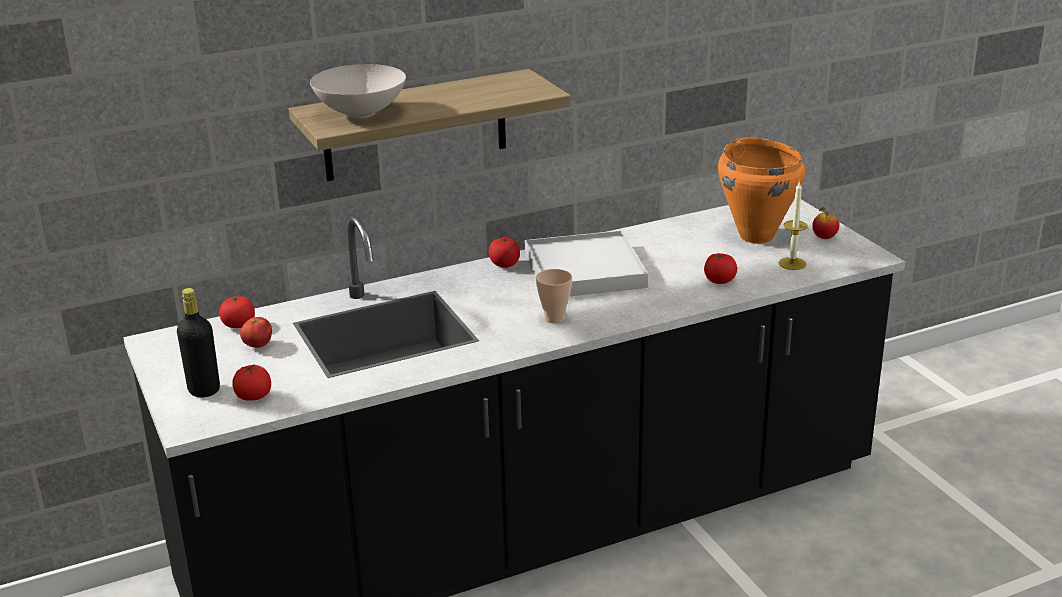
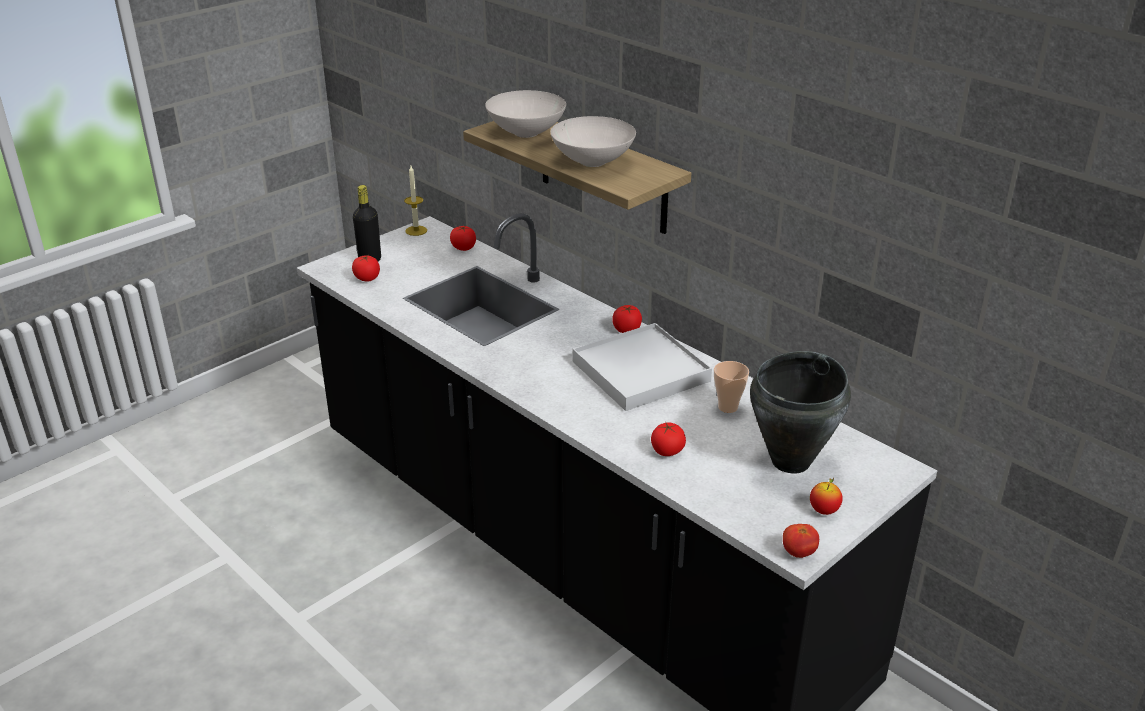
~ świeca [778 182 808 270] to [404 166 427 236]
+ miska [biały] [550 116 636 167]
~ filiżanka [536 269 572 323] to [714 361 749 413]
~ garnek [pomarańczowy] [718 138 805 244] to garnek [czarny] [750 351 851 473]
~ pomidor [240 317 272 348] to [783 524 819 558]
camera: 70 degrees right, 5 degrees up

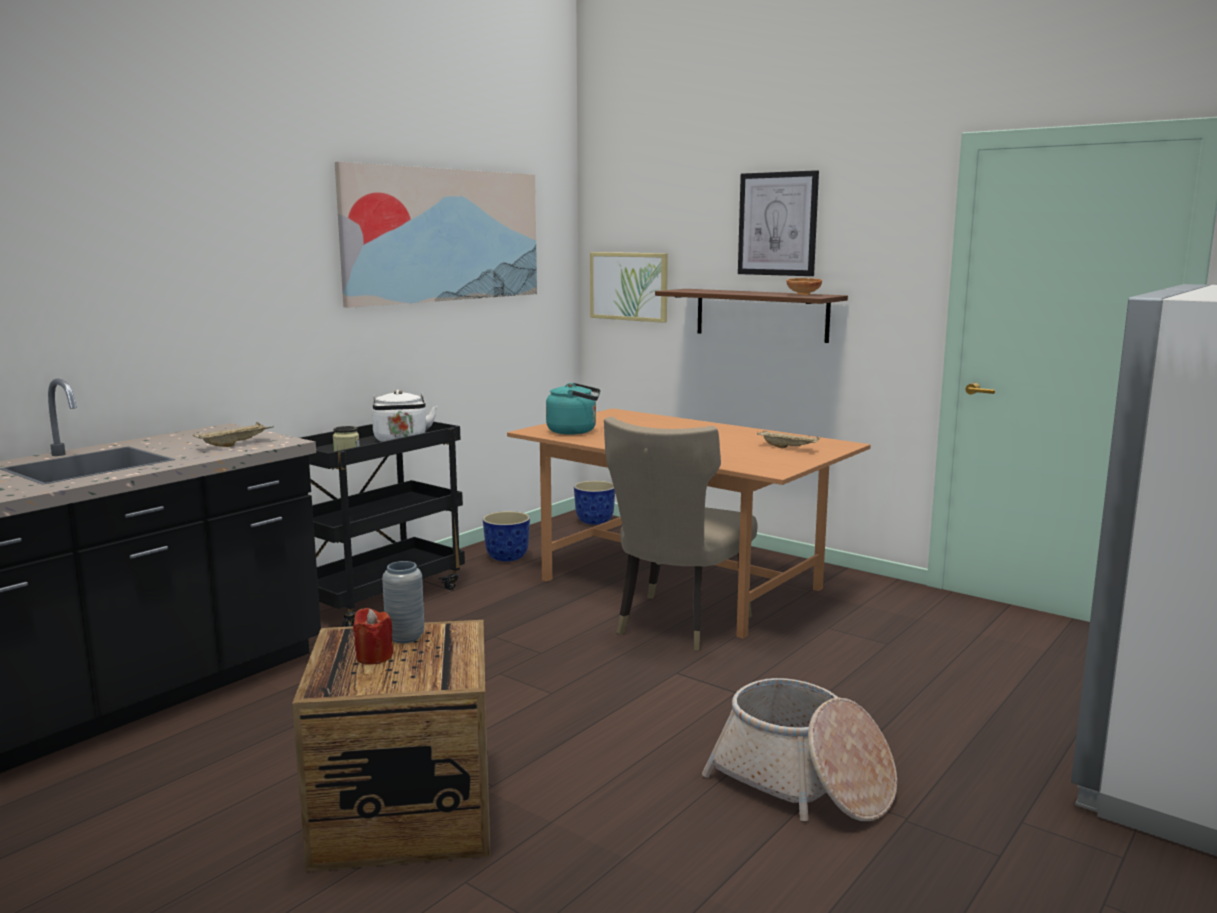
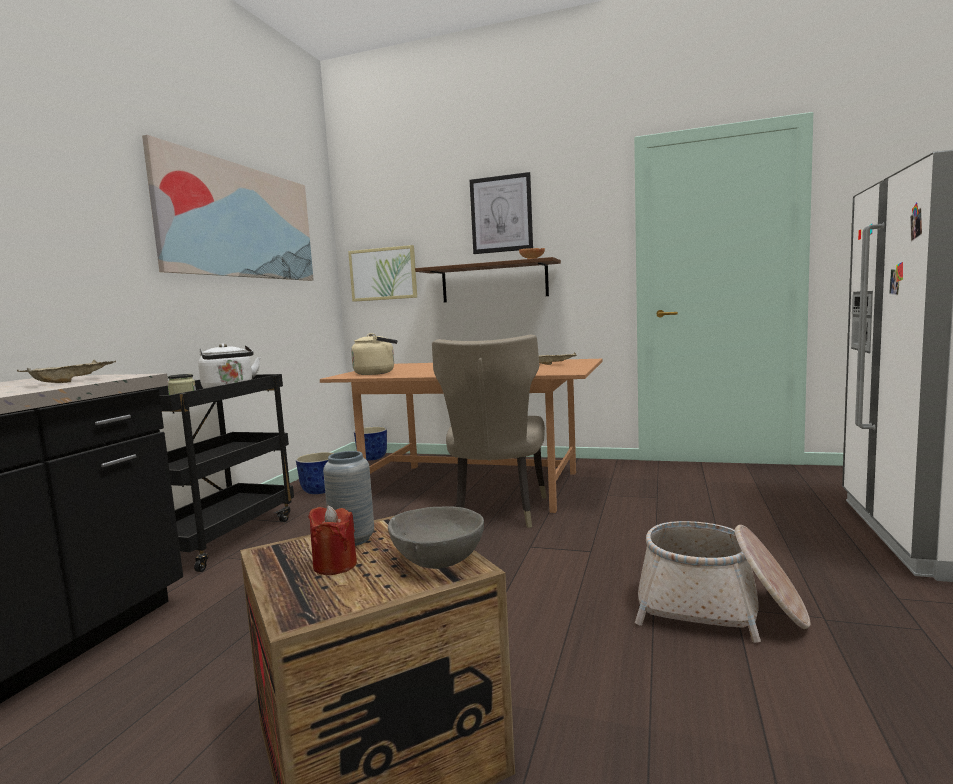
~ czajnik [turkusowy] [546 383 601 434] to czajnik [beżowy] [351 333 397 375]
+ miska [szary] [388 506 484 569]
camera: 20 degrees left, 5 degrees down

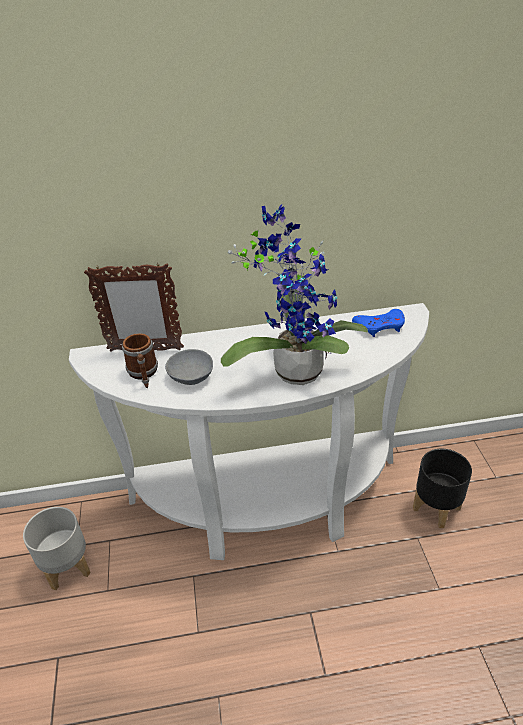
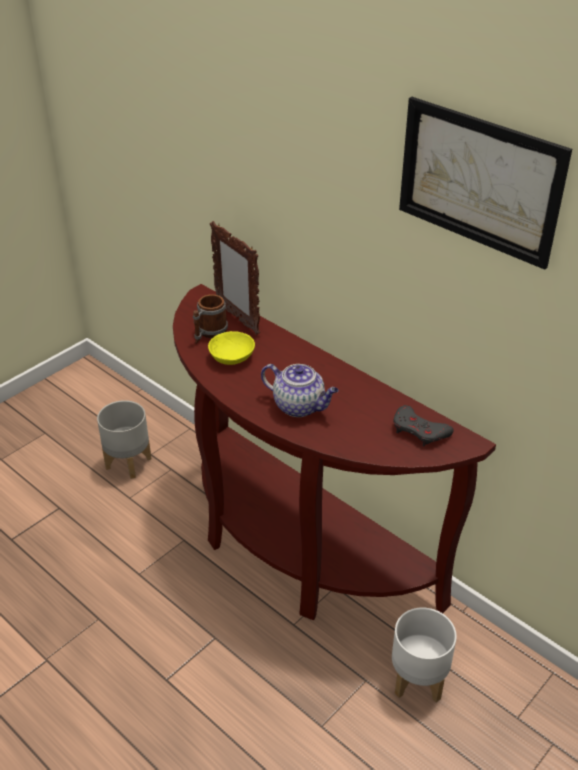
~ stolik konsolowy [biały] [69 303 429 560] to stolik konsolowy [brązowy] [173 284 496 620]
~ miska [szary] [165 349 213 385] to miska [żółty] [208 331 255 365]
~ roślina doniczkowa [221 204 368 385] to imbryk [261 364 339 417]
~ donica [czarny] [413 449 472 528] to donica [biały] [392 607 457 702]
~ pad do gier [niebieski] [352 309 405 337] to pad do gier [szary] [393 405 454 446]
+ obraz [399 97 572 270]
camera: 50 degrees right, 0 degrees up

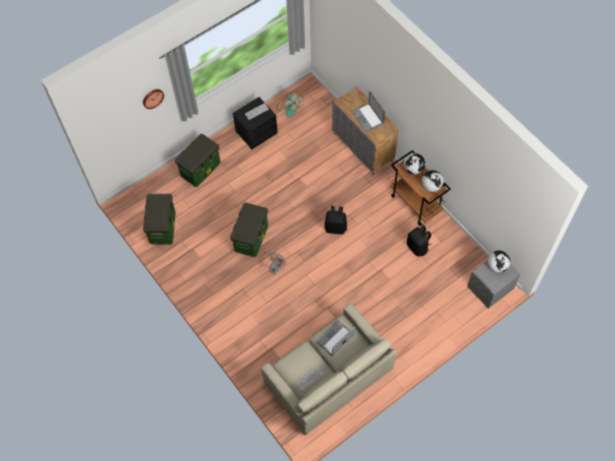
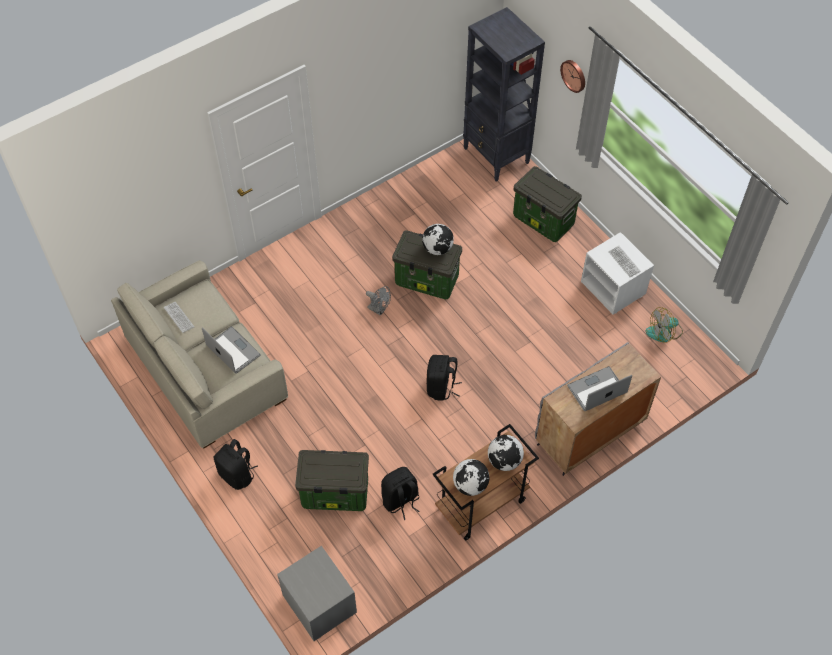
+ plecak [czarny] [214 439 258 490]
~ pojemnik do przechowywania [143 194 175 244] to [295 450 369 511]
~ globus [488 250 510 273] to [422 224 454 255]
+ regał [czarny] [463 7 545 182]
~ szafka nocna [czarny] [233 97 278 149] to szafka nocna [biały] [581 232 654 315]
camera: 90 degrees right, 5 degrees down

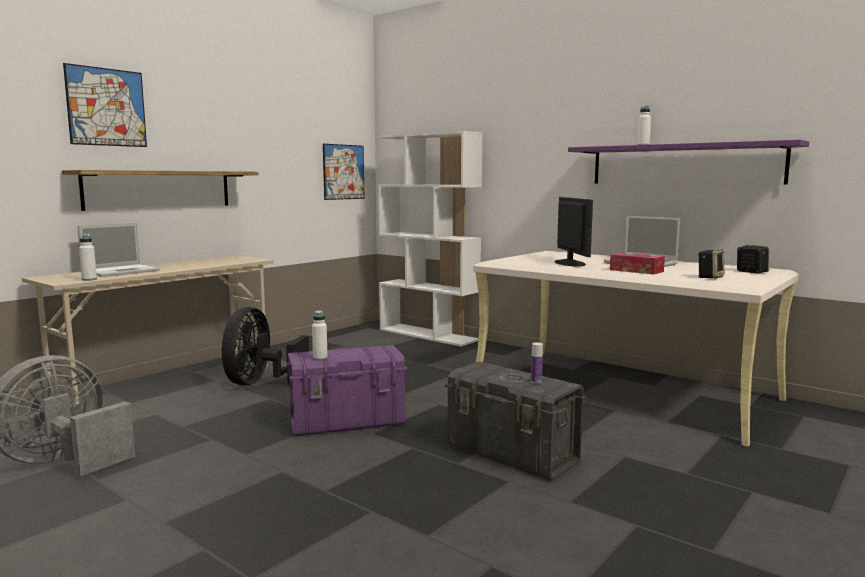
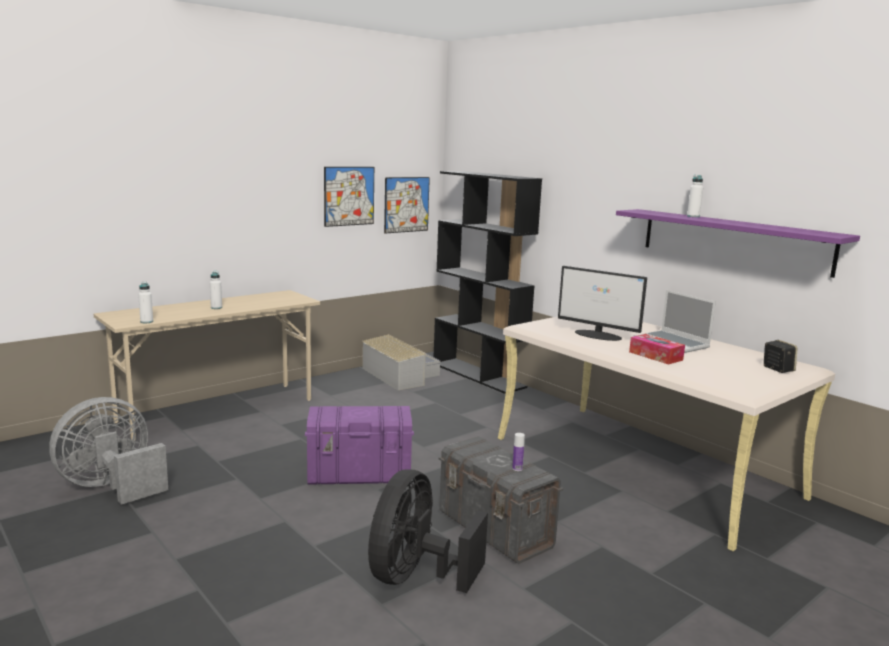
~ butelka [biały] [312 310 328 361] to [210 271 222 309]
~ obraz [63 63 147 147] to [324 167 374 227]
+ pojemnik do przechowywania [szary] [362 334 440 390]
~ wentylator [czarny] [222 307 309 386] to [368 469 488 593]
~ regał [biały] [377 131 483 347] to regał [czarny] [434 171 542 394]
~ monitor [555 197 593 266] = [558 266 647 341] 120 degrees clockwise
- półka [62 170 258 211]
- laptop [78 223 160 277]
- głośnik [698 249 724 279]
camera: 10 degrees right, 5 degrees up

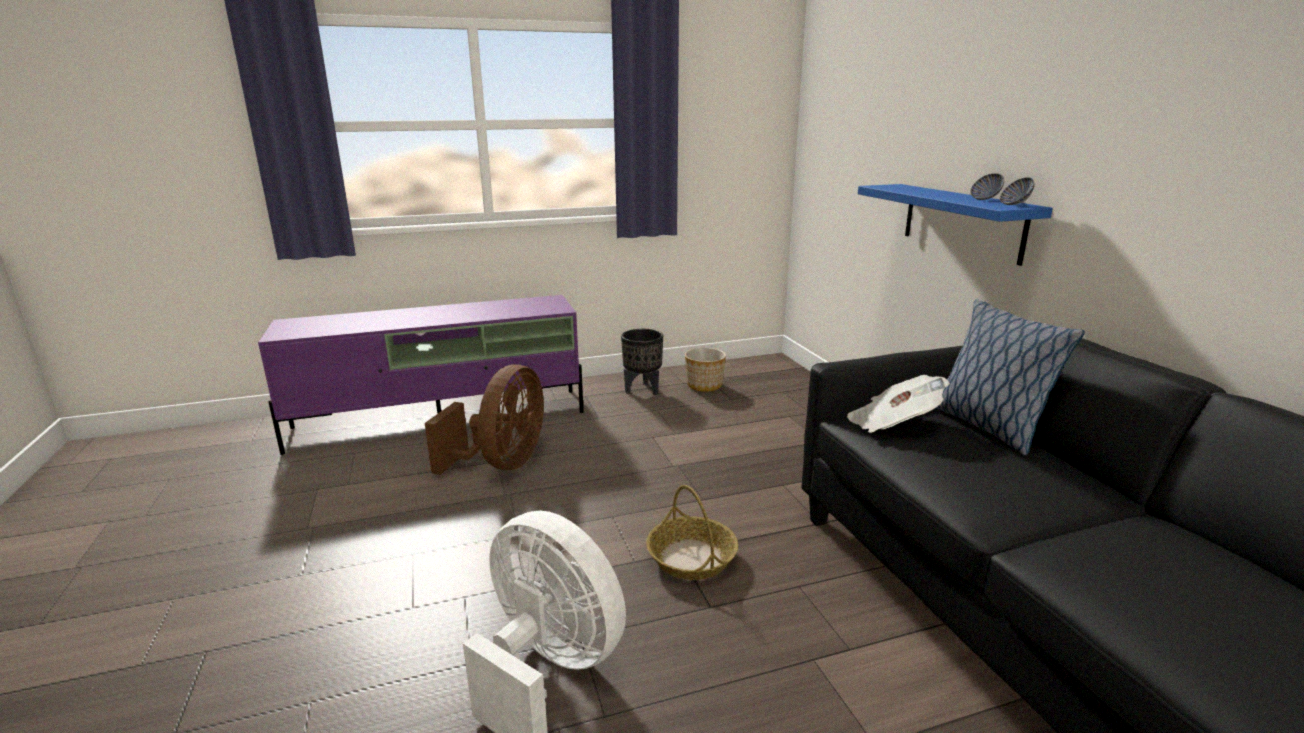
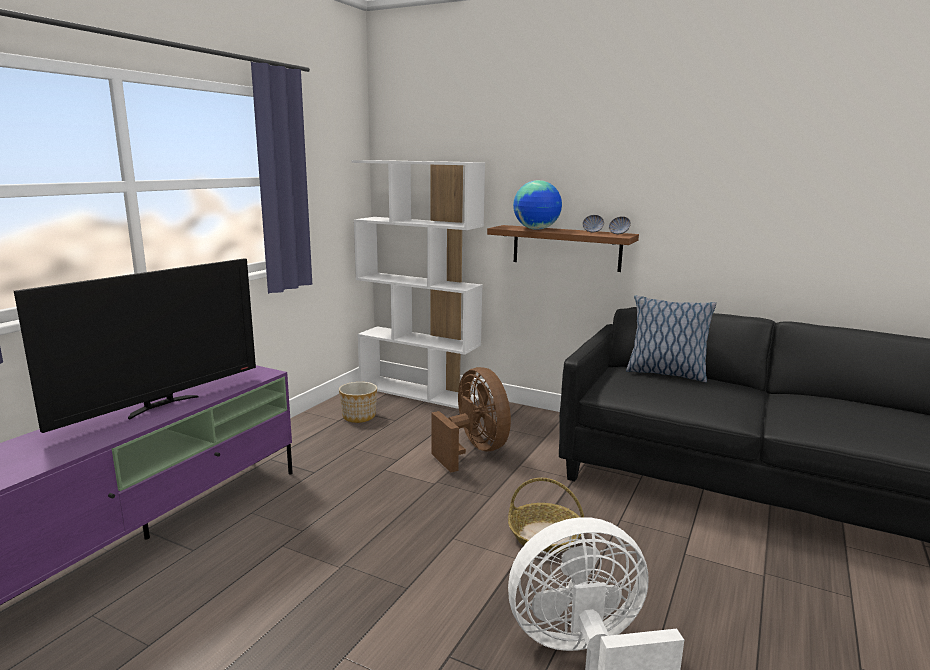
+ telewizor [14 259 256 433]
+ regał [biały] [352 160 485 409]
~ wentylator [brązowy] [425 364 544 475] to [431 367 511 473]
~ półka [niebieski] [858 184 1053 266] to półka [brązowy] [487 225 639 272]
+ globus [513 180 562 230]
- donica [czarny] [621 329 663 395]
- gazeta [847 375 950 433]
camera: 45 degrees left, 5 degrees down

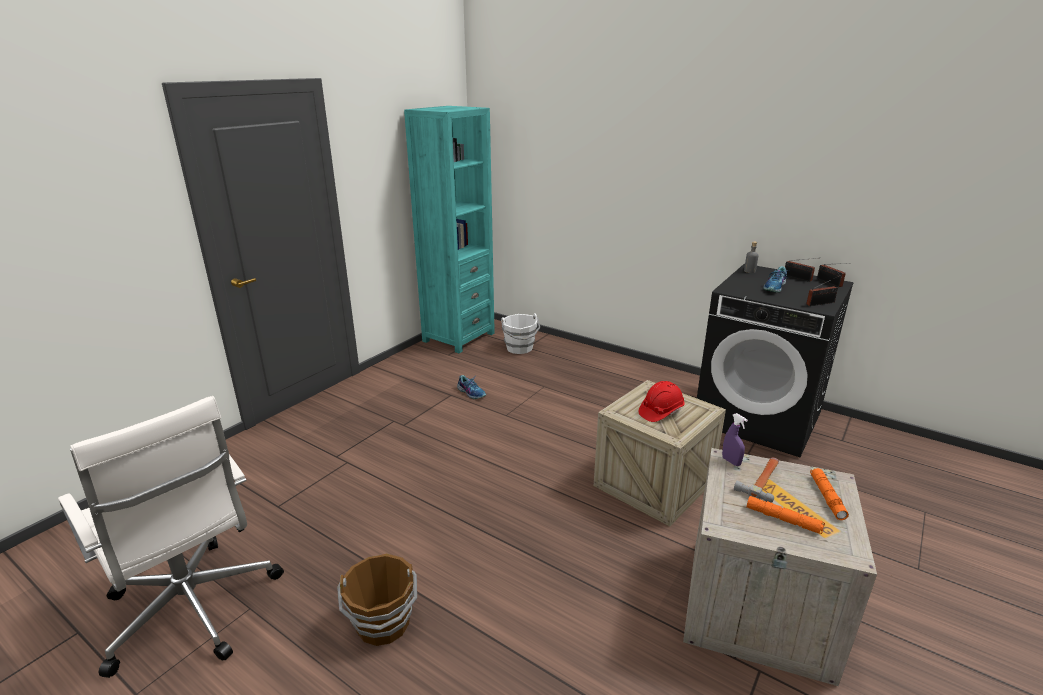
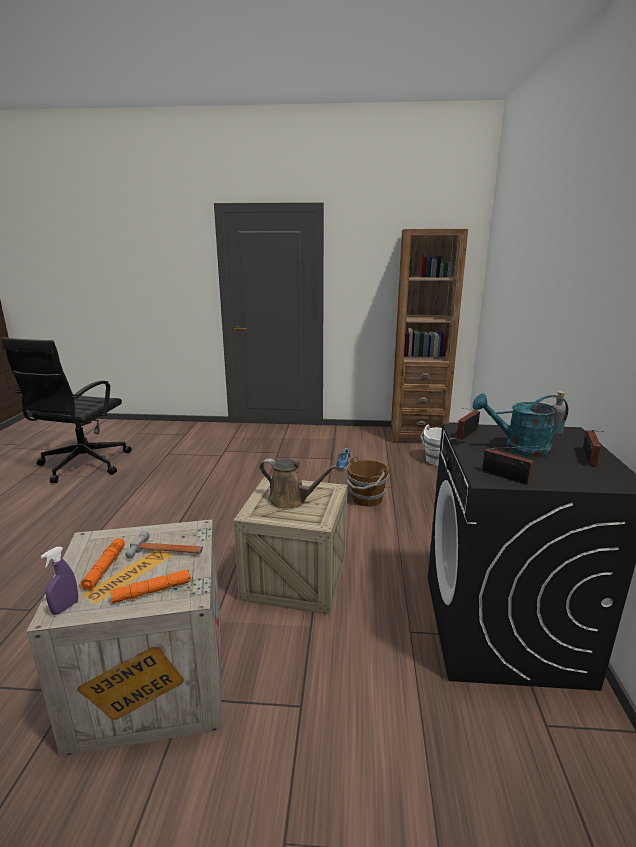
~ krzesło biurowe [biały] [58 396 284 678] to krzesło biurowe [czarny] [1 337 132 483]
~ spryskiwacz [fioletowy] [722 413 748 466] to [41 547 78 615]
~ kask [czerwony] [638 381 685 422] to konewka [brązowy] [260 458 338 510]
~ wiadro [brązowy] [337 554 417 646] to [345 456 389 507]
~ regał [turkusowy] [404 106 495 353] to regał [brązowy] [391 229 468 443]
~ radio [817 263 850 287] to [457 408 480 440]
~ but [763 266 788 293] to konewka [turkusowy] [472 393 568 457]
camera: 60 degrees right, 5 degrees down

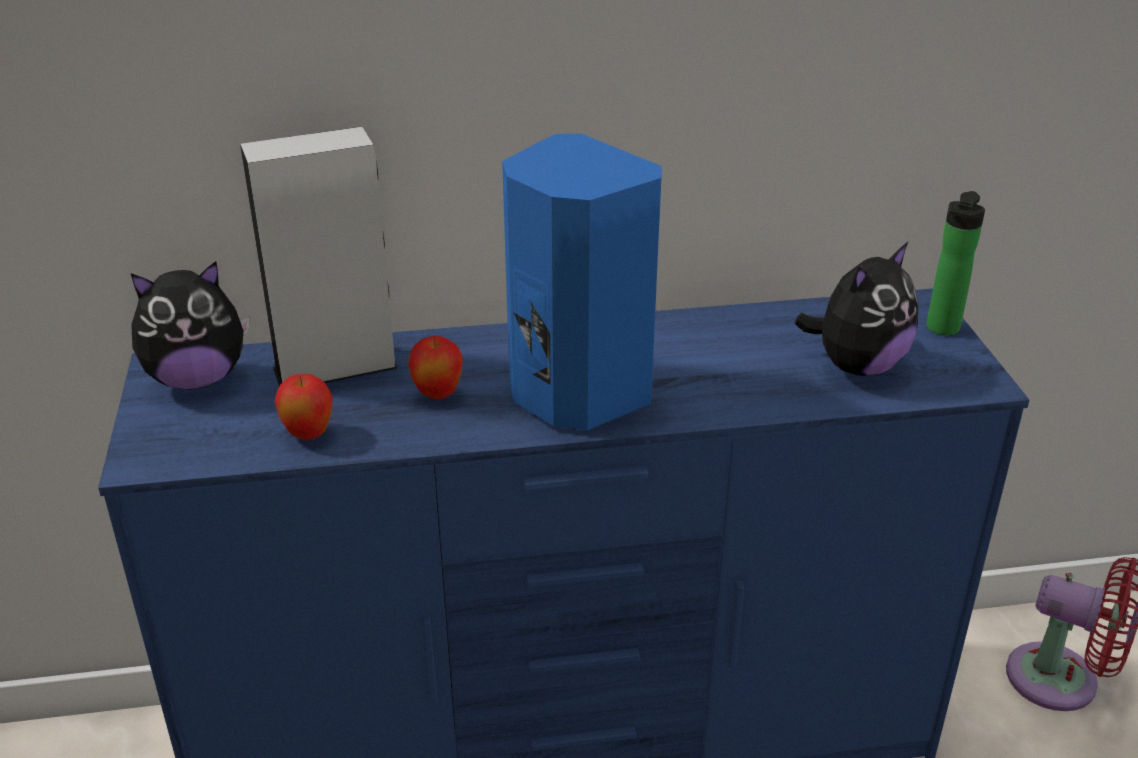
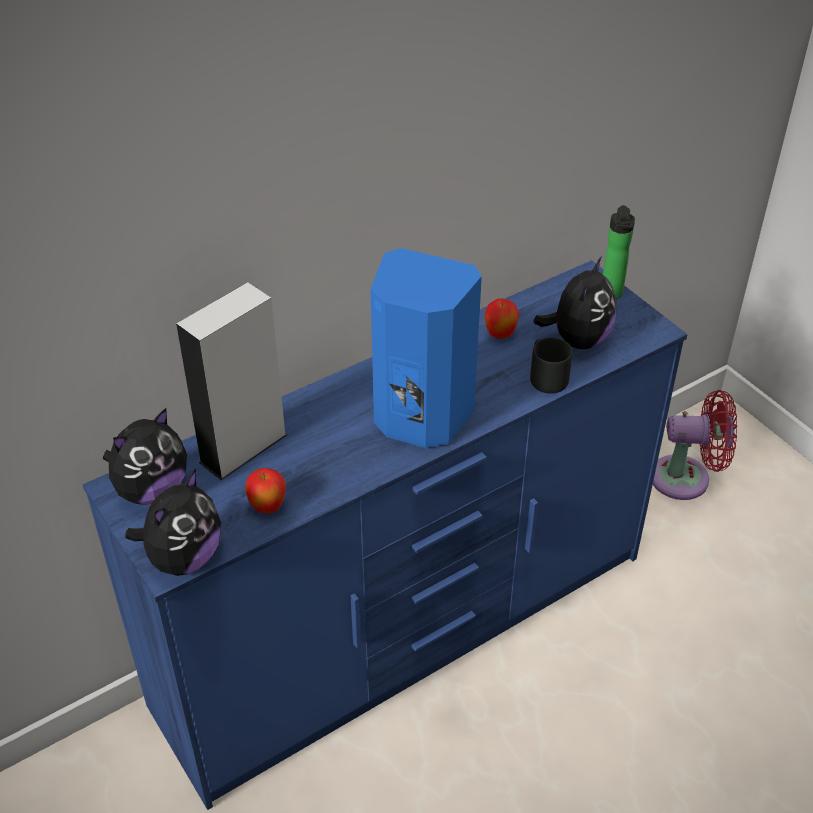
+ pluszak [125 469 221 576]
~ jabłko [409 336 463 400] to [484 298 519 339]
+ kubek [czarny] [530 337 573 394]
camera: 25 degrees left, 10 degrees up

